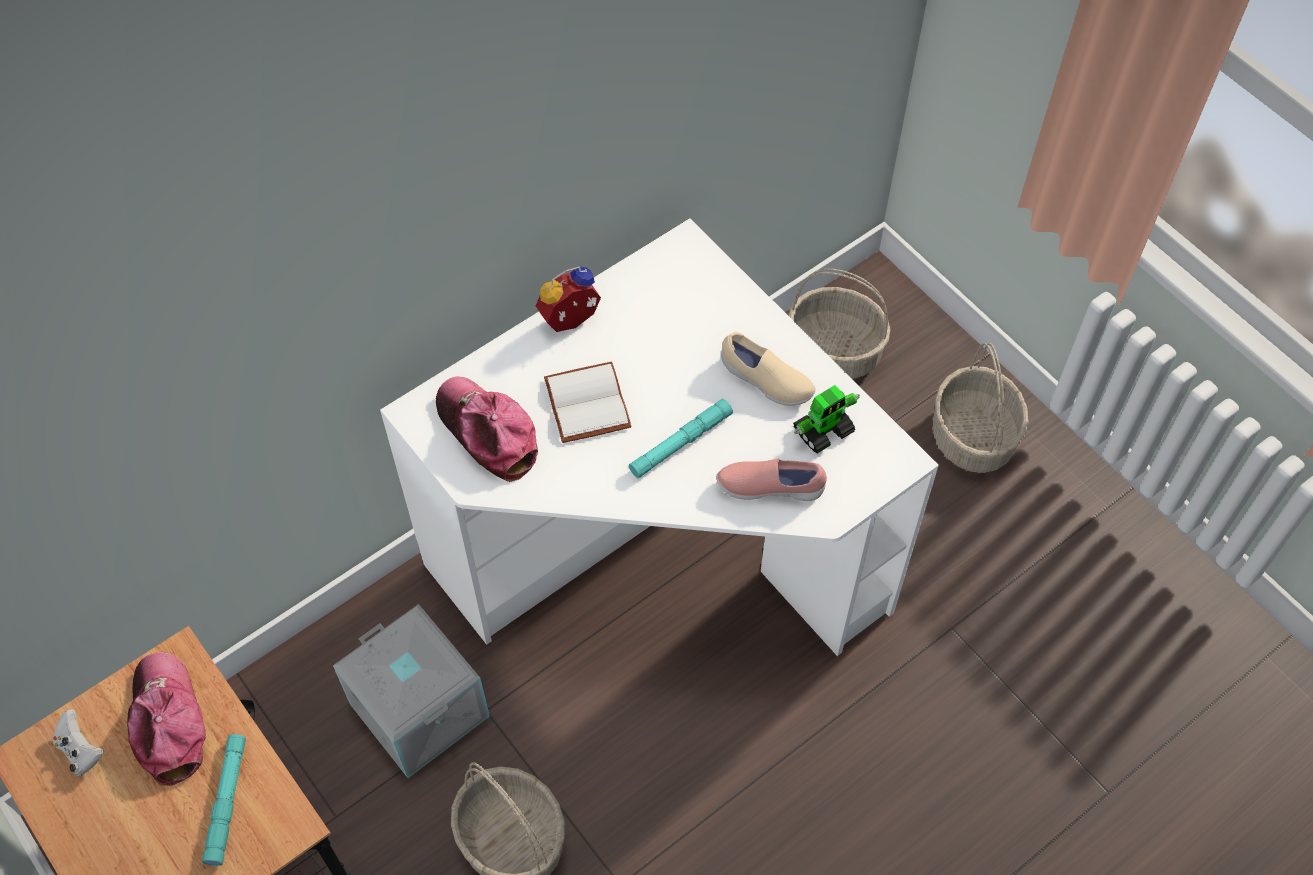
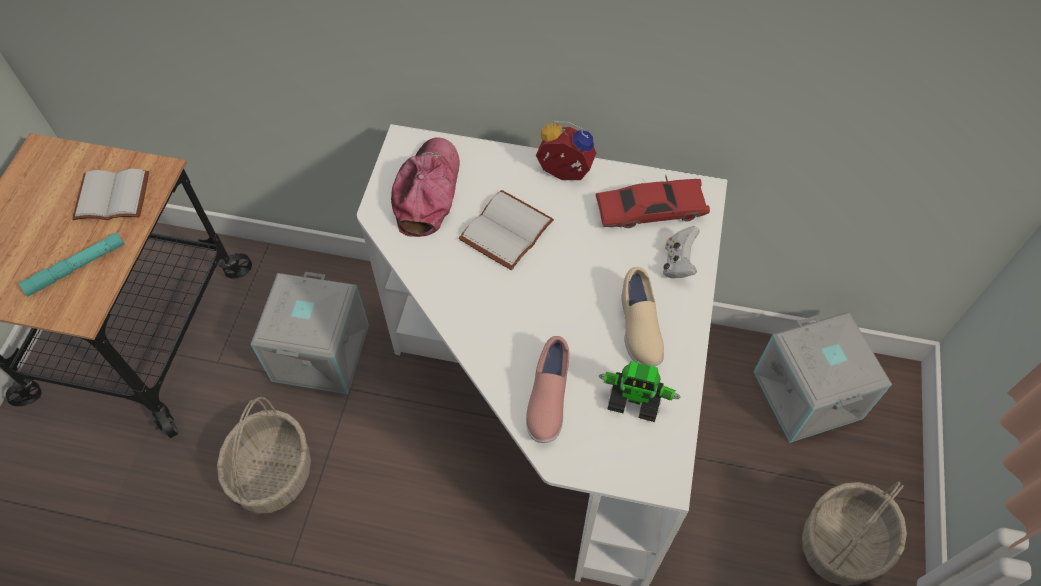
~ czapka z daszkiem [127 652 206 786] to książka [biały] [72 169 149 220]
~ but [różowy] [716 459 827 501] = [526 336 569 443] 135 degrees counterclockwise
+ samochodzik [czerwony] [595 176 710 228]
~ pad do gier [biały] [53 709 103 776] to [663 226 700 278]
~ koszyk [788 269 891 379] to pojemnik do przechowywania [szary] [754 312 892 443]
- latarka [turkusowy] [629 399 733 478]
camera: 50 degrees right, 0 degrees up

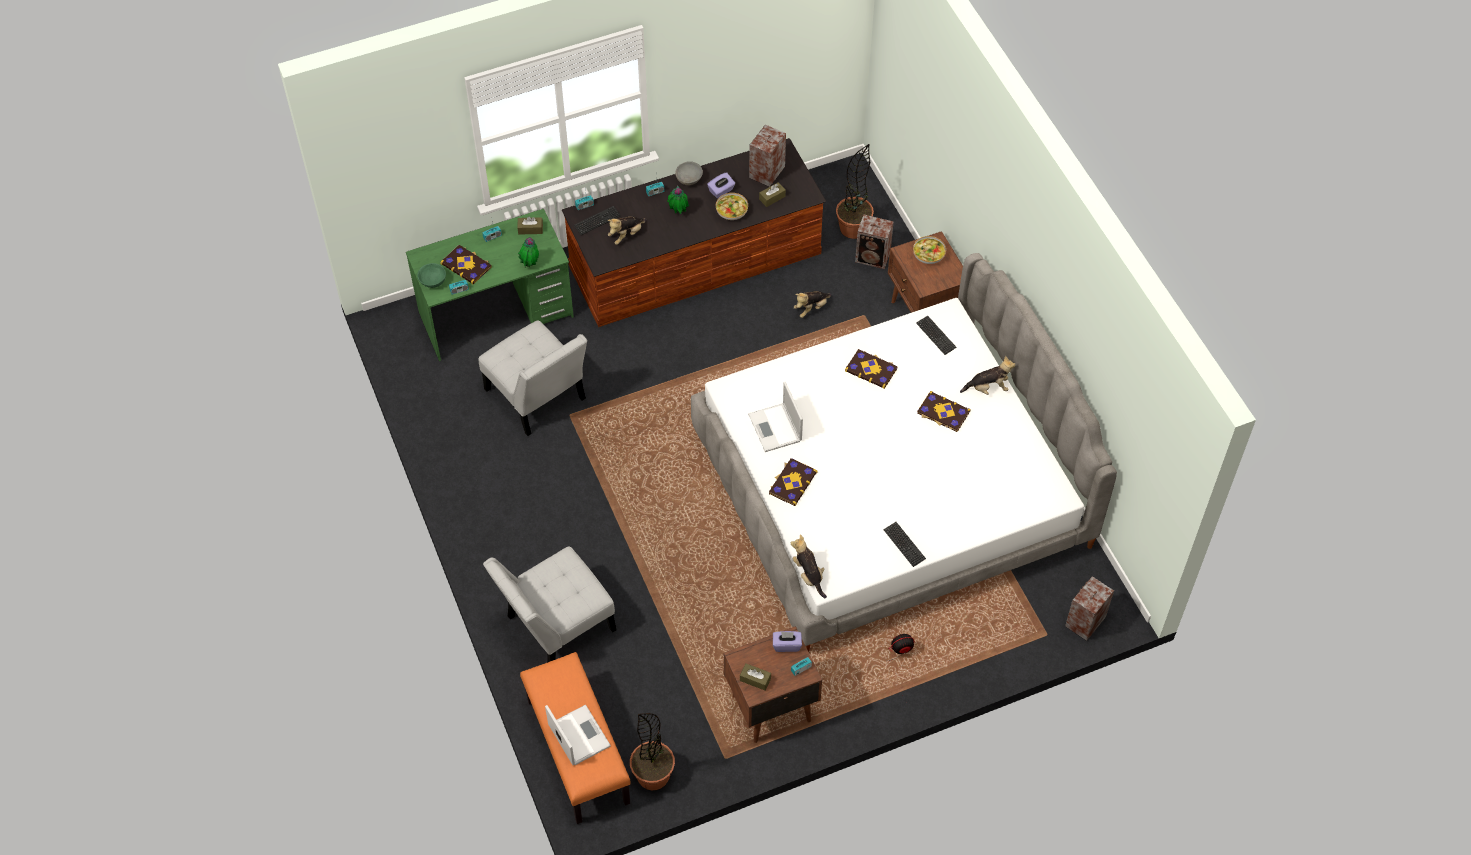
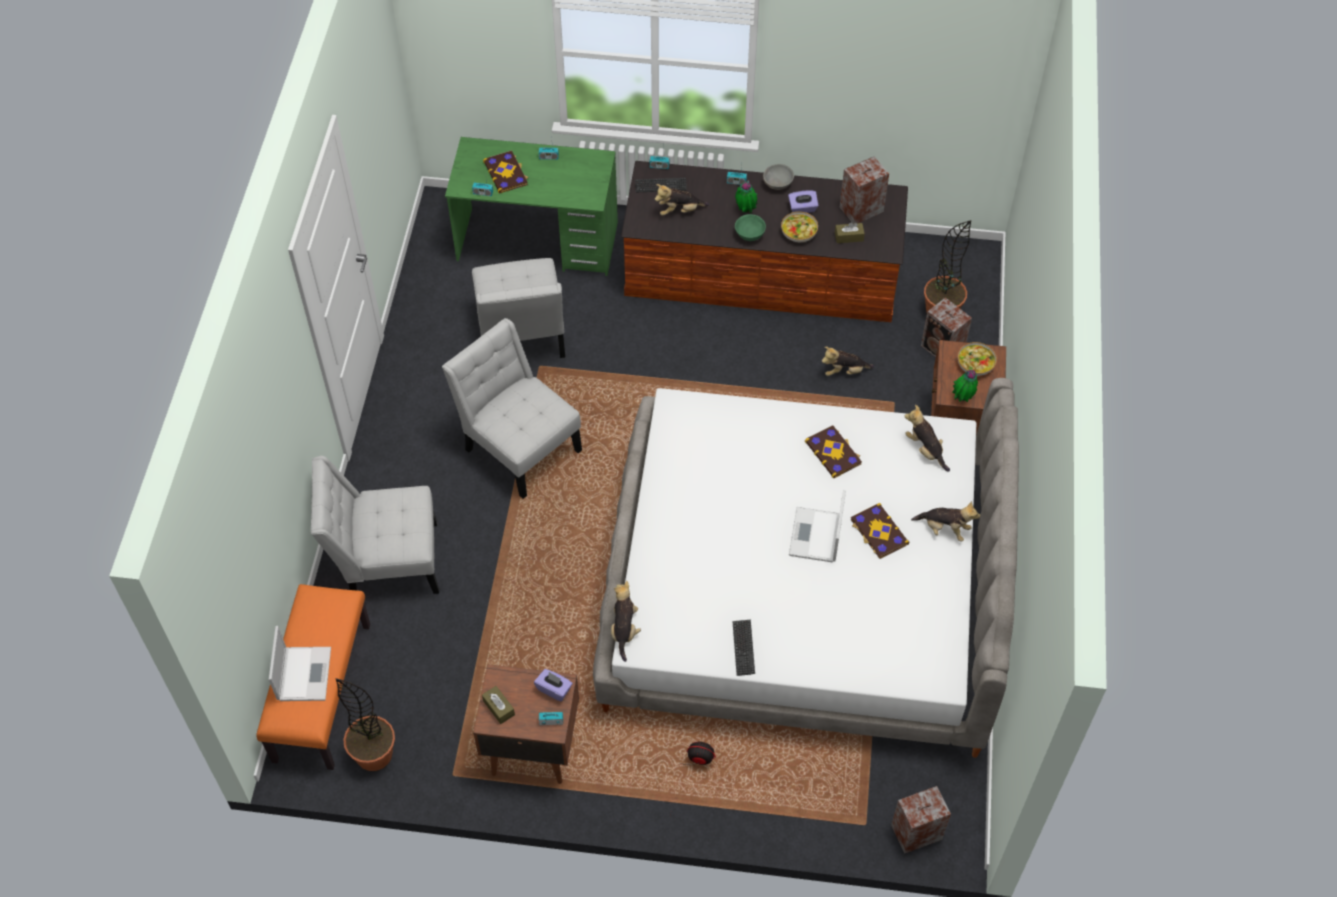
+ krzesło [biały] [442 318 582 499]
~ miska [zielony] [417 263 446 288] to [735 214 766 241]
~ laptop [748 382 803 452] to [789 490 846 562]
~ klawiatura [916 316 957 355] to pluszak [905 405 950 472]
~ roślina doniczkowa [518 237 539 268] to [952 370 978 402]
- pudełko chusteczek [brązowy] [517 217 543 235]
- książka [769 458 817 506]
camera: 30 degrees right, 0 degrees up

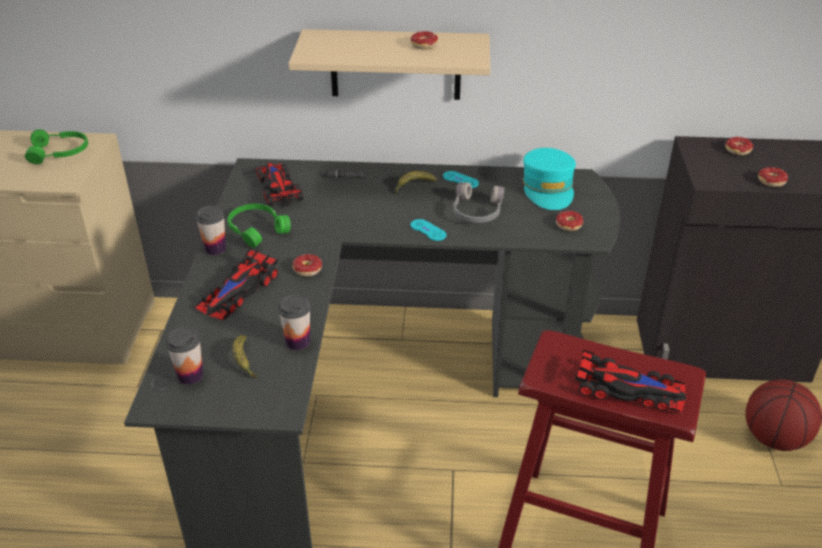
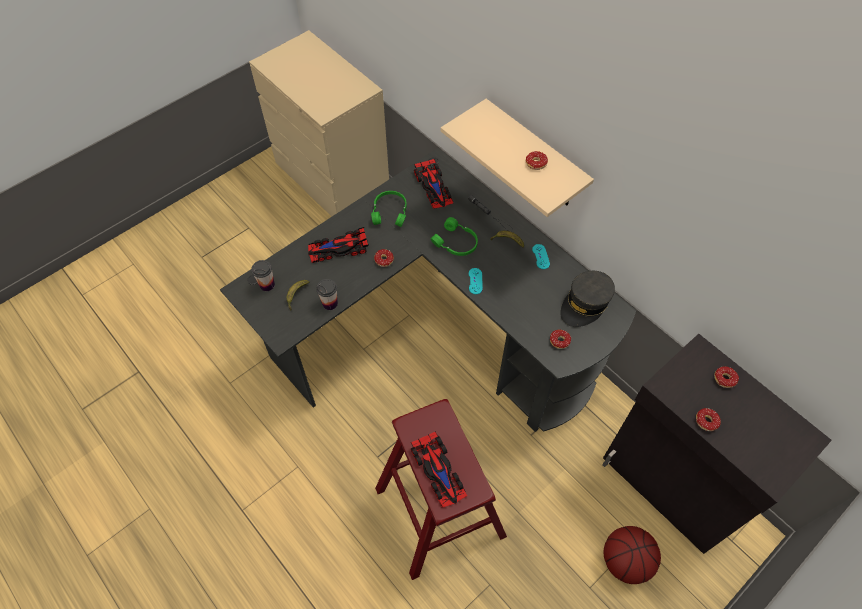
~ samochodzik [255 162 303 206] = [414 159 453 209] 135 degrees clockwise
~ słuchawki [zielony] [25 129 88 164] to [430 217 478 256]
~ czapka z daszkiem [turkusowy] [522 148 576 210] to czapka z daszkiem [szary] [560 271 615 327]
- filiżanka [195 205 226 255]
- słuchawki [szary] [453 182 504 223]
camera: 45 degrees right, 20 degrees up

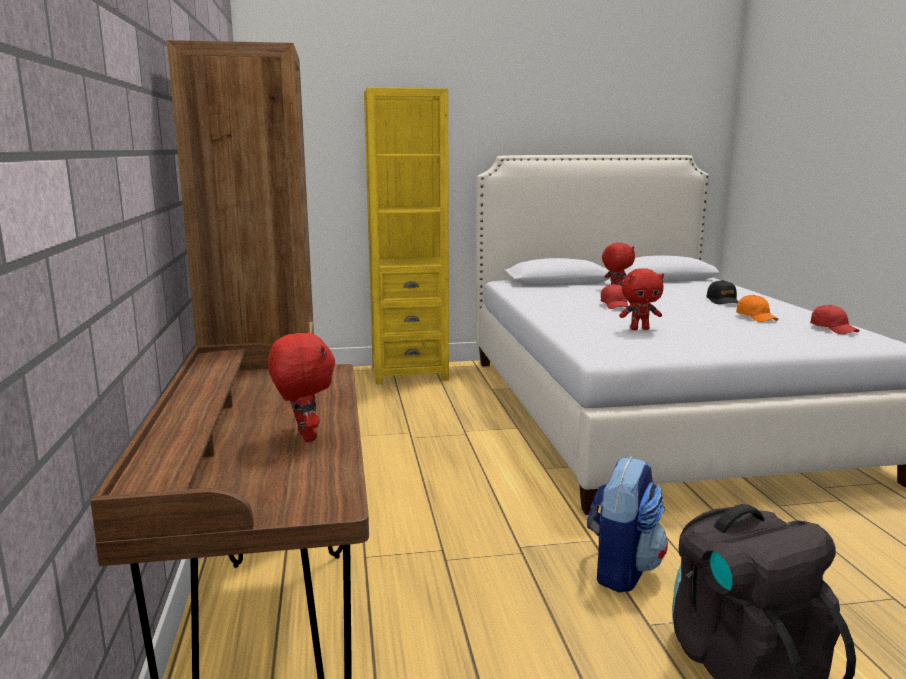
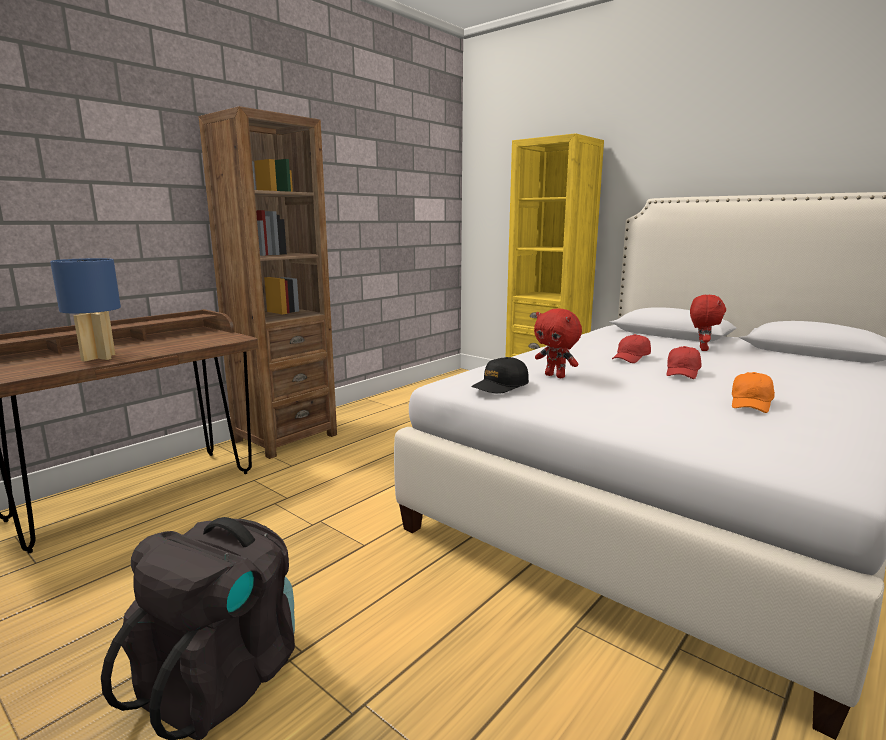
~ pluszak [czerwony] [268 331 335 442] to lampa stołowa [niebieski] [50 258 121 362]
~ czapka z daszkiem [czarny] [706 280 739 304] to [471 357 529 394]
~ czapka z daszkiem [czerwony] [810 305 860 334] to [667 346 701 379]
- plecak [587 456 668 592]
camera: 50 degrees right, 0 degrees up

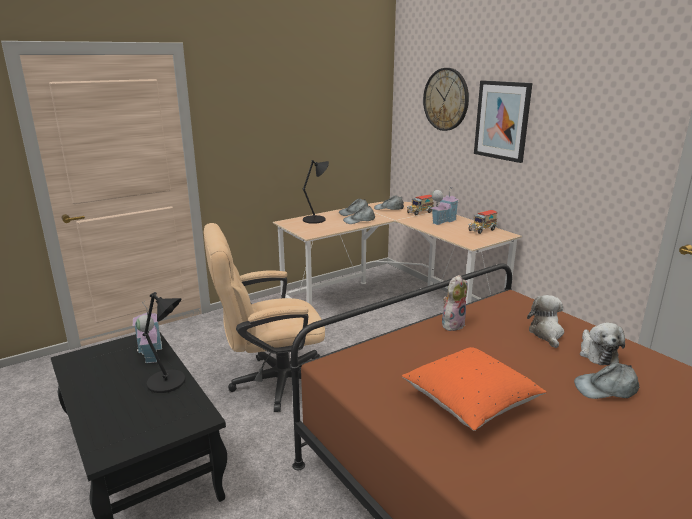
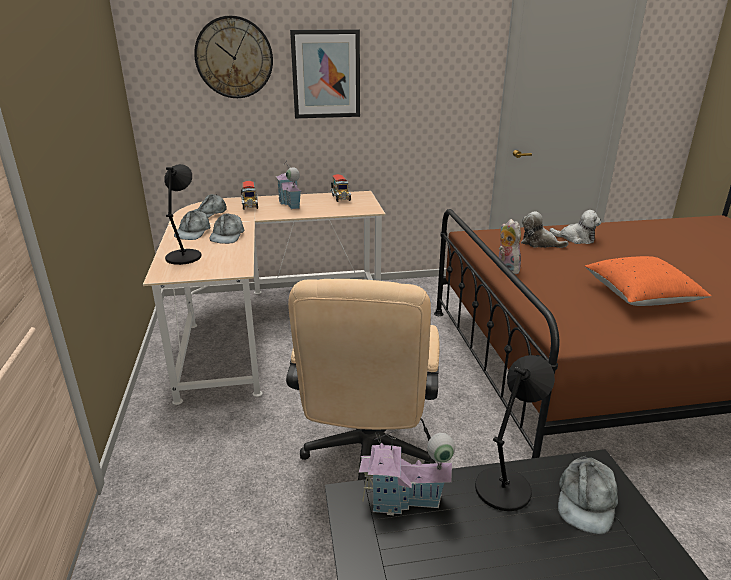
~ czapka z daszkiem [szary] [574 363 639 399] to [558 455 618 534]
camera: 65 degrees left, 5 degrees up

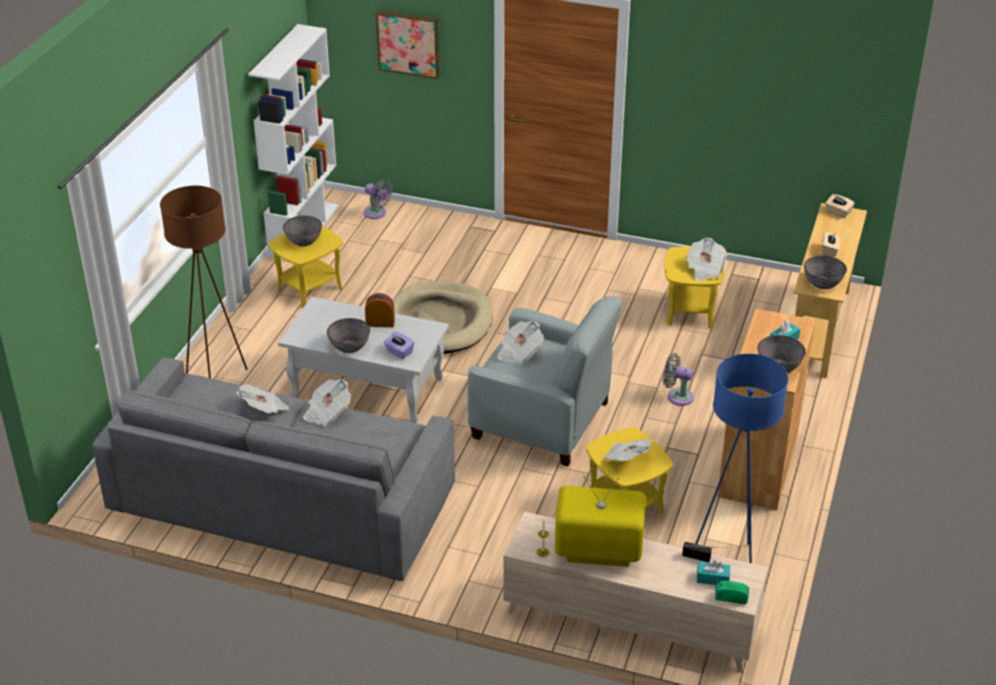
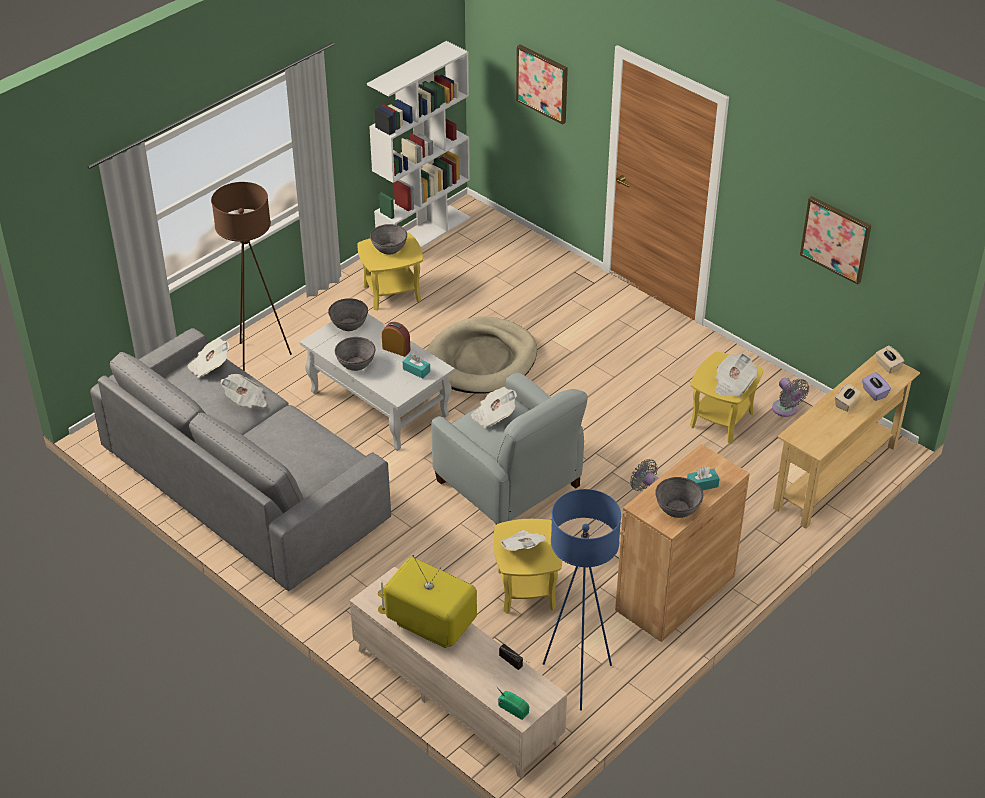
~ gazeta [303 379 351 426] to [187 338 230 378]
~ miska [szary] [804 255 847 289] to [328 298 368 331]
~ pudełko chusteczek [turkusowy] [697 561 730 585] to [403 355 430 379]
~ wentylator [szary] [364 179 393 219] to [772 378 809 417]
+ obraz [800 196 871 285]
~ pudełko chusteczek [fioletowy] [384 332 414 359] to [862 372 891 401]
camera: 25 degrees right, 5 degrees up

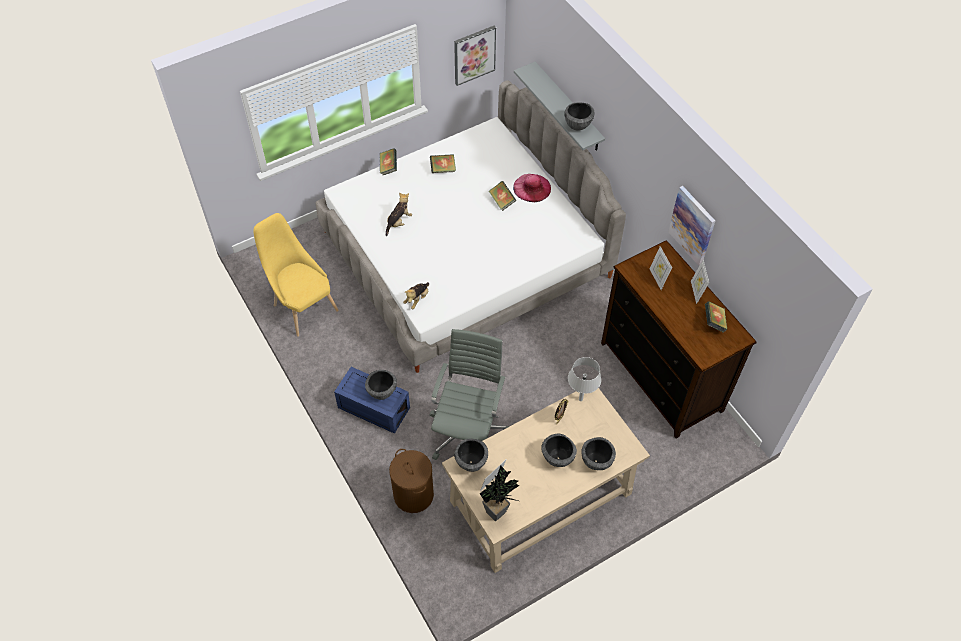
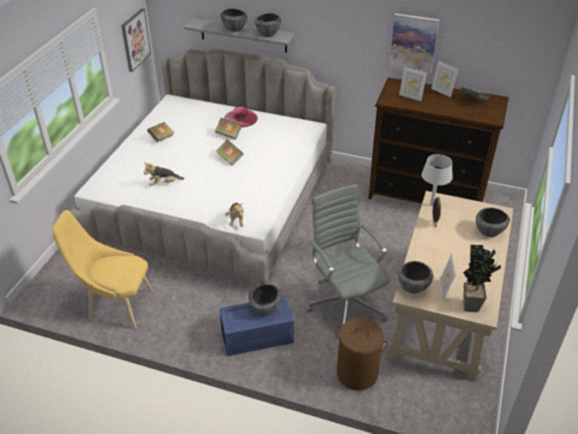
~ pluszak [386 193 412 236] = [144 163 184 186] 105 degrees counterclockwise
~ książka [380 148 397 175] to [216 140 243 166]
~ miska [541 434 577 467] to [221 9 247 32]
camera: 40 degrees left, 15 degrees down

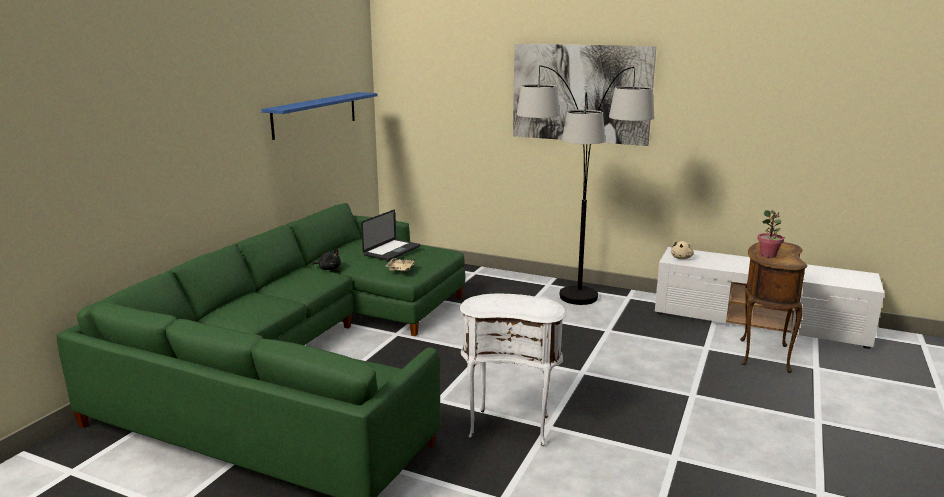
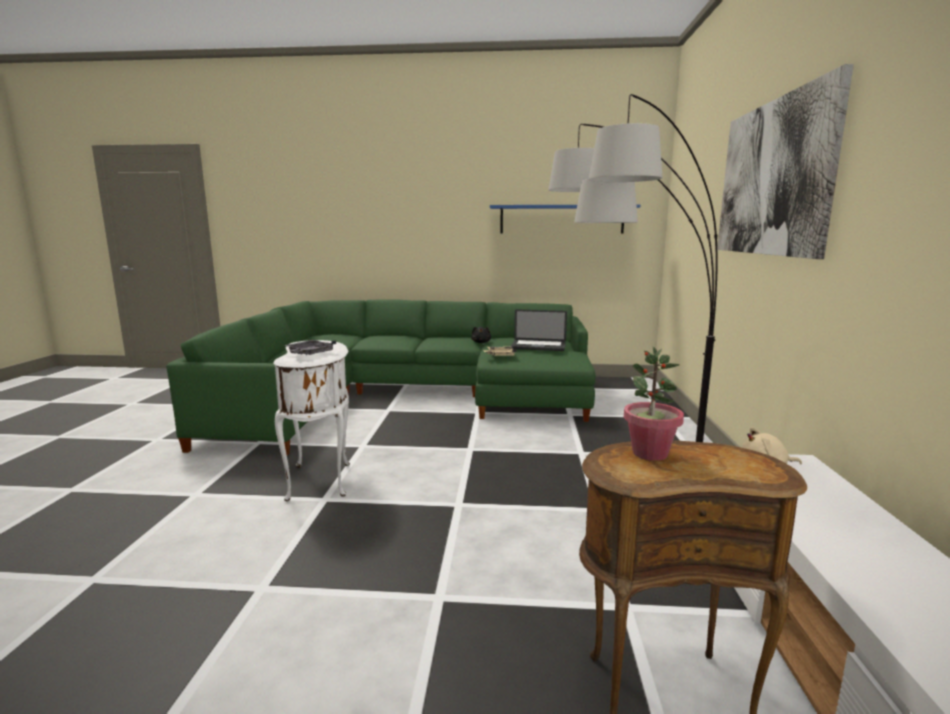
+ taca [szary] [284 340 336 355]
camera: 70 degrees right, 5 degrees down

